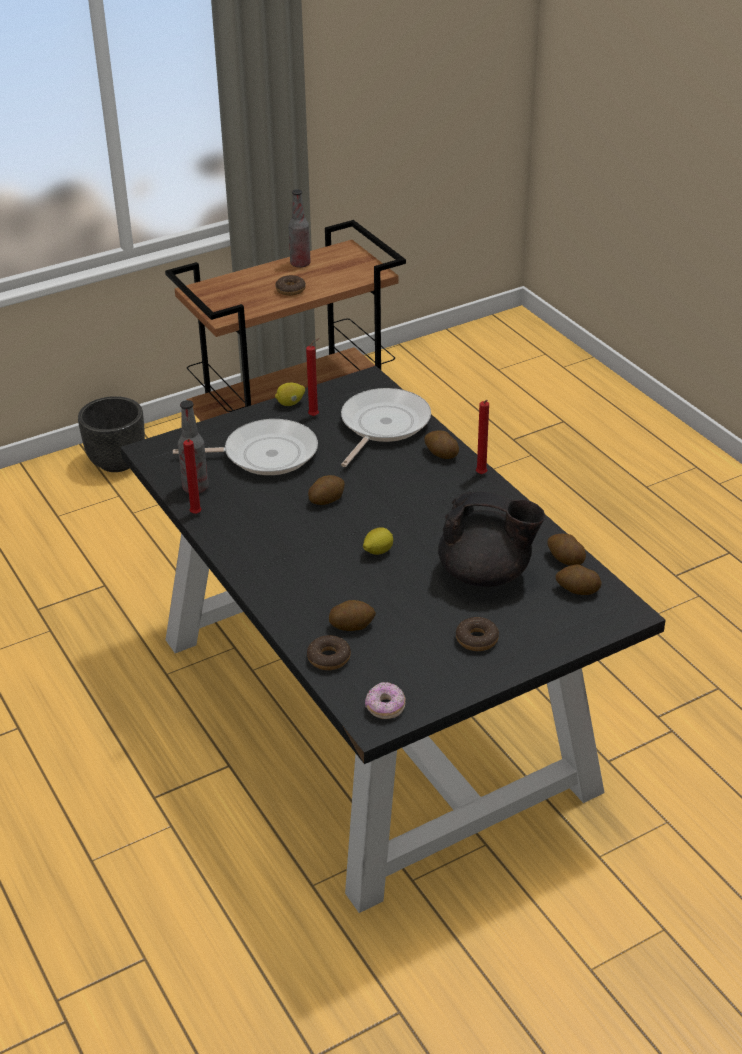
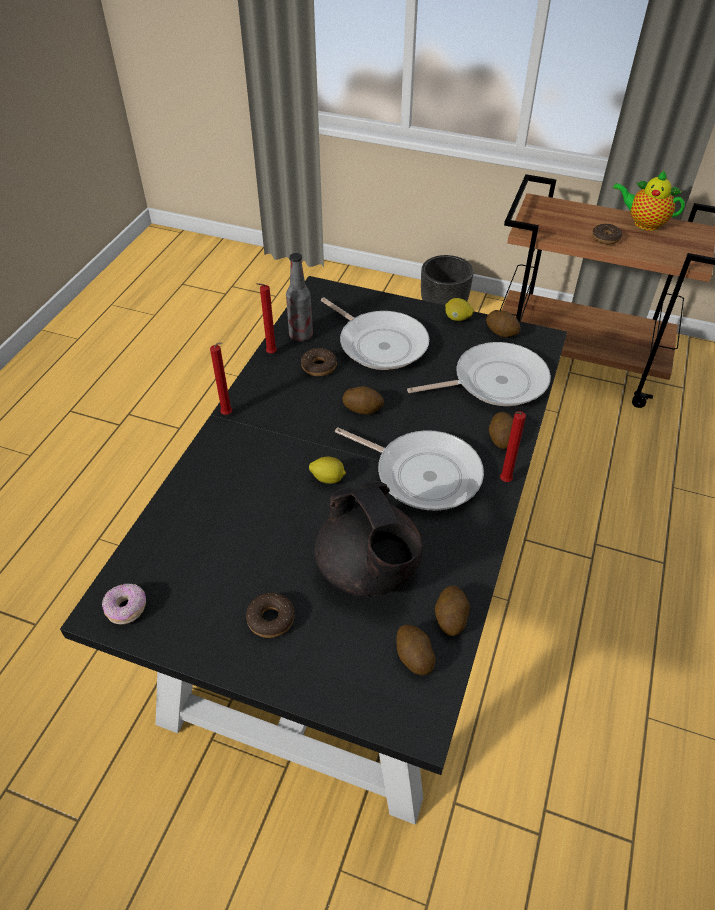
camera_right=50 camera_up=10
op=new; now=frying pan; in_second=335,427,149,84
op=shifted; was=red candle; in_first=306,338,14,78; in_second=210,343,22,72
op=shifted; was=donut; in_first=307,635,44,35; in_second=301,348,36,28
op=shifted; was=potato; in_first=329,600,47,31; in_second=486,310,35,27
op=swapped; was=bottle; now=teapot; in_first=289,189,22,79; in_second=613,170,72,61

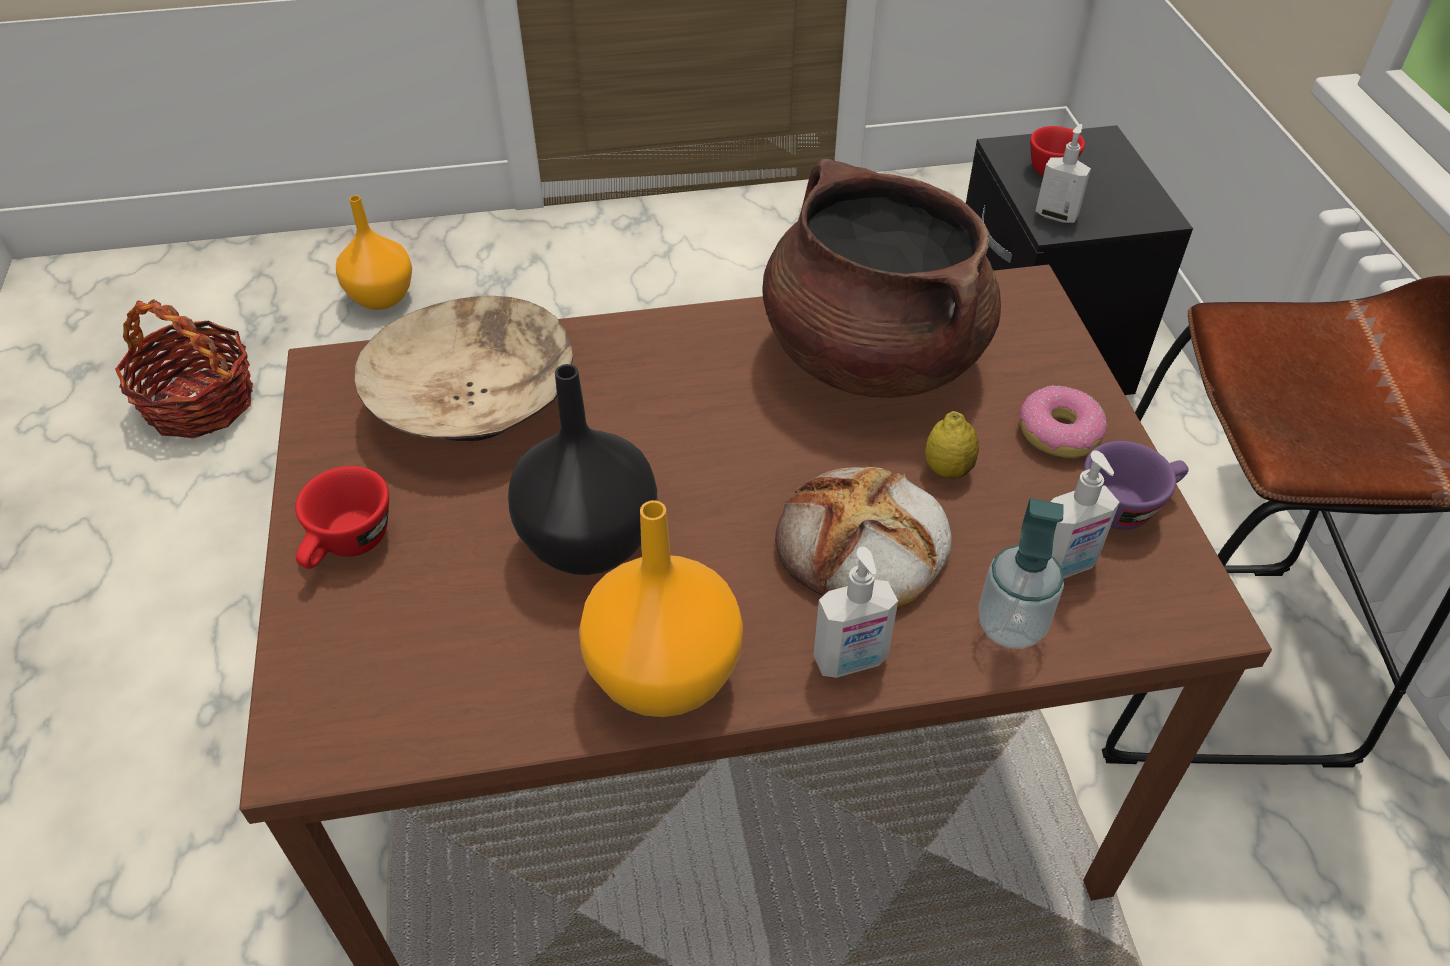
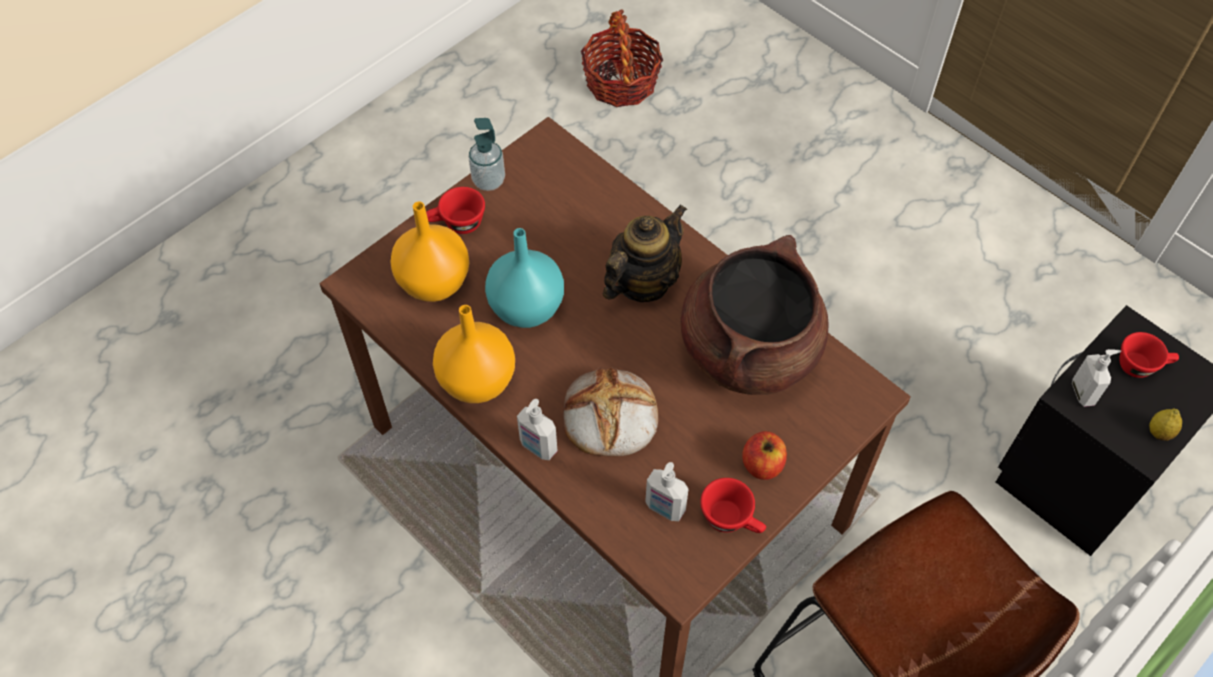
camera_right=55 camera_up=10
op=gone; was=beige bowl; in_first=355,296,218,146
op=new; now=teapot; in_second=603,205,84,97
op=shifted; was=orange vase; in_first=336,195,76,115; in_second=390,201,79,101
op=shifted; was=lemon; in_first=925,411,54,68; in_second=1149,409,33,32
op=shifted; was=soap dispenser; in_first=978,498,86,151; in_second=468,118,37,73
op=swapped; was=donut; now=apple; in_first=1019,386,89,72; in_second=742,431,45,49
op=repainted; was=black vase; now=turquoise vase; in_first=508,364,149,211; in_second=485,228,79,100
op=repainted; was=purple cup; now=red cup; in_first=1084,441,105,89; in_second=700,478,66,55

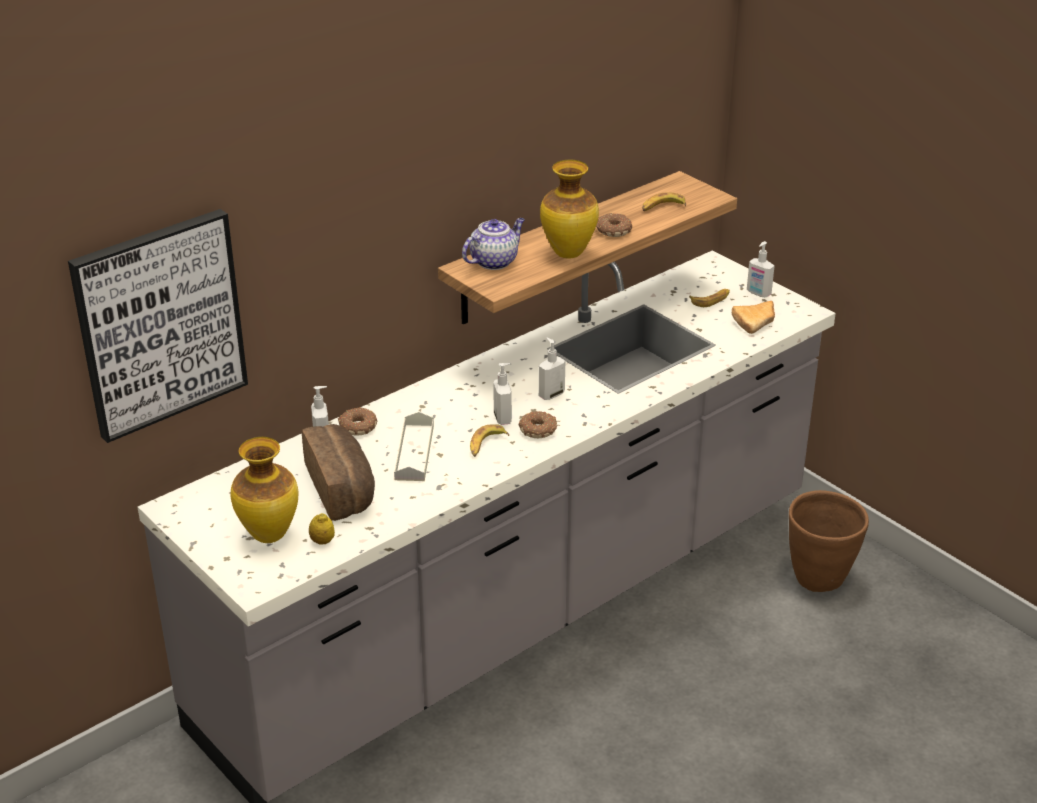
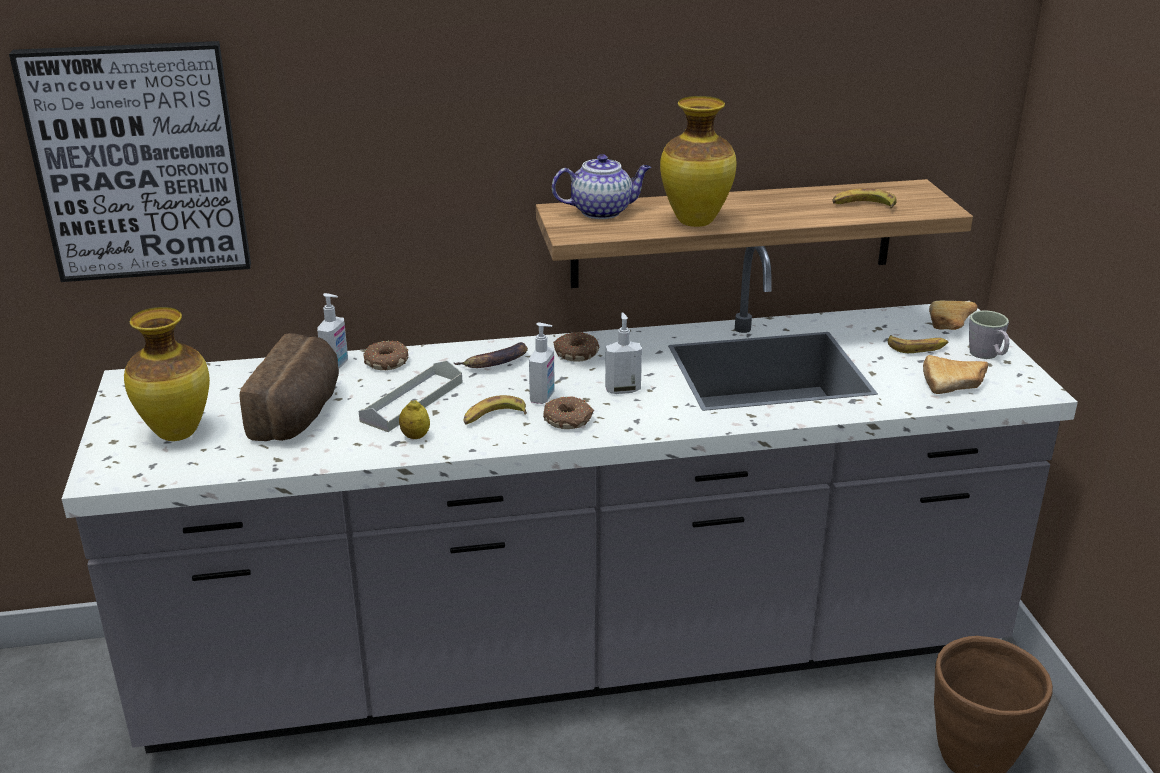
camera_right=30 camera_up=-5
op=new; now=banana; in_second=453,342,75,26
op=new; now=bread; in_second=929,301,49,29
op=shifted; was=lemon; in_first=309,513,26,32; in_second=399,400,31,39
op=shifted; was=donut; in_first=596,213,36,24; in_second=553,332,46,30
op=swapped; was=soap dispenser; now=grey mug; in_first=747,241,27,56; in_second=969,310,40,49

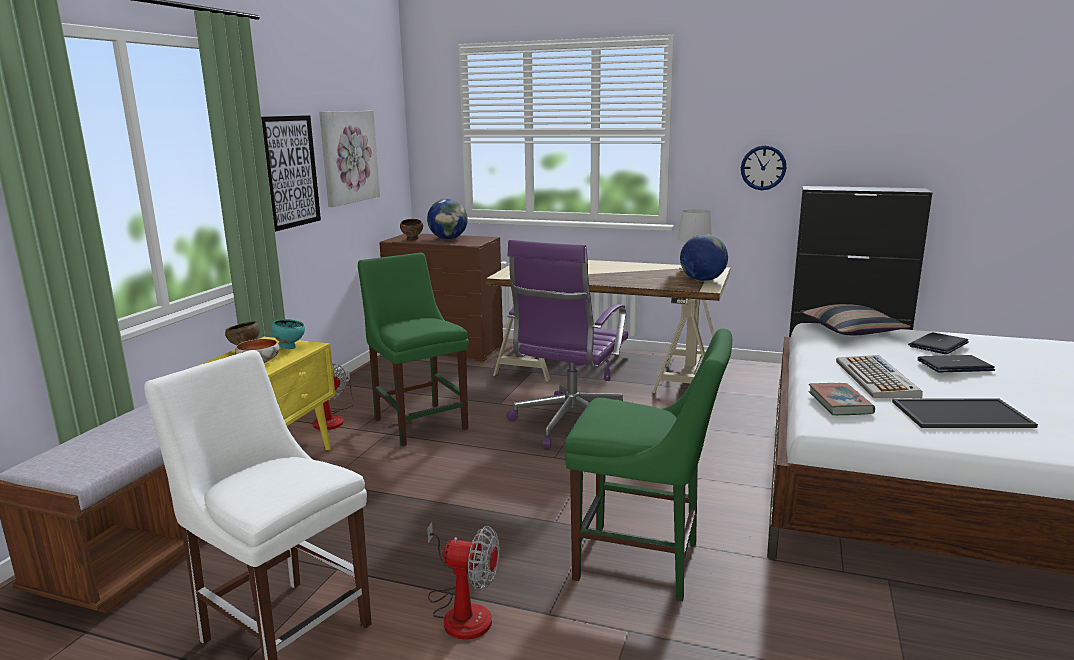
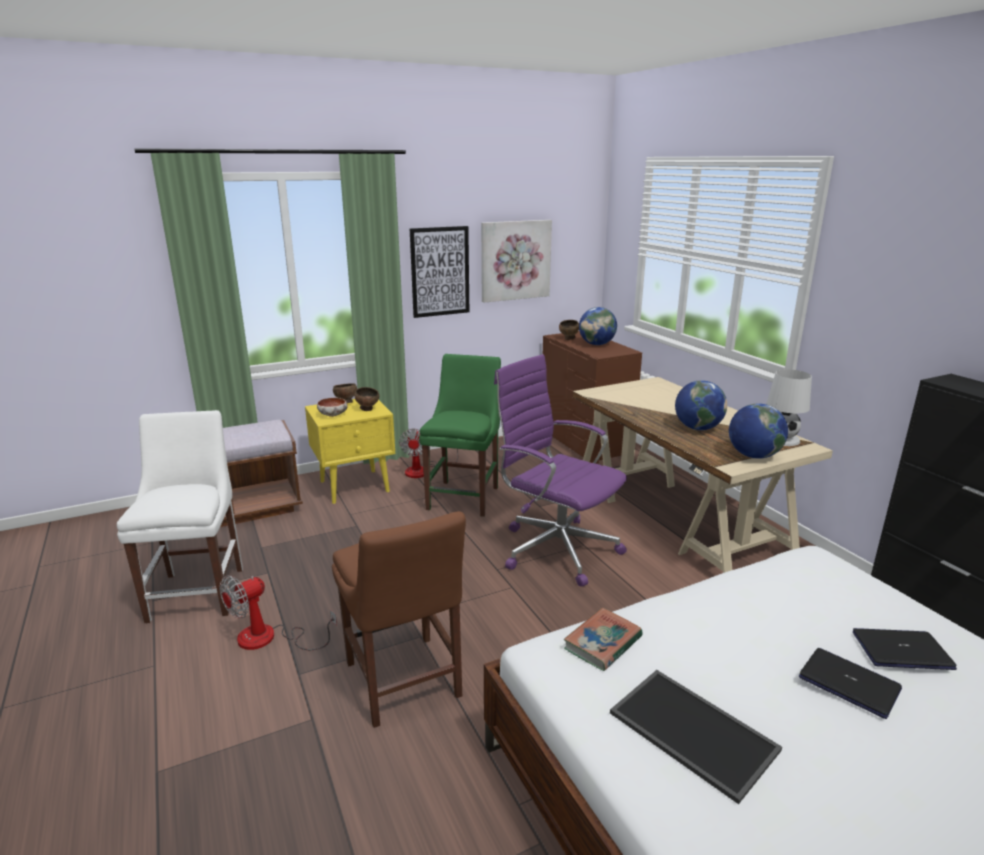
camera_right=45 camera_up=5
op=gone; was=wall clock; in_first=741,145,46,45
op=gone; was=pillow; in_first=800,304,111,32
op=gone; was=keyboard; in_first=836,355,87,43
op=new; now=globe; in_second=675,380,52,50
op=repainted; was=turquoise bowl; now=brown bowl; in_first=271,319,34,30; in_second=354,387,25,24
op=repainted; was=green chair; now=brown chair; in_first=565,329,167,272; in_second=332,511,134,217
op=rotated; was=fan; in_first=428,522,71,118; in_second=220,575,117,75; clockwise=75
op=rotated; was=purple office chair; in_first=507,240,121,208; in_second=494,354,133,232; clockwise=60

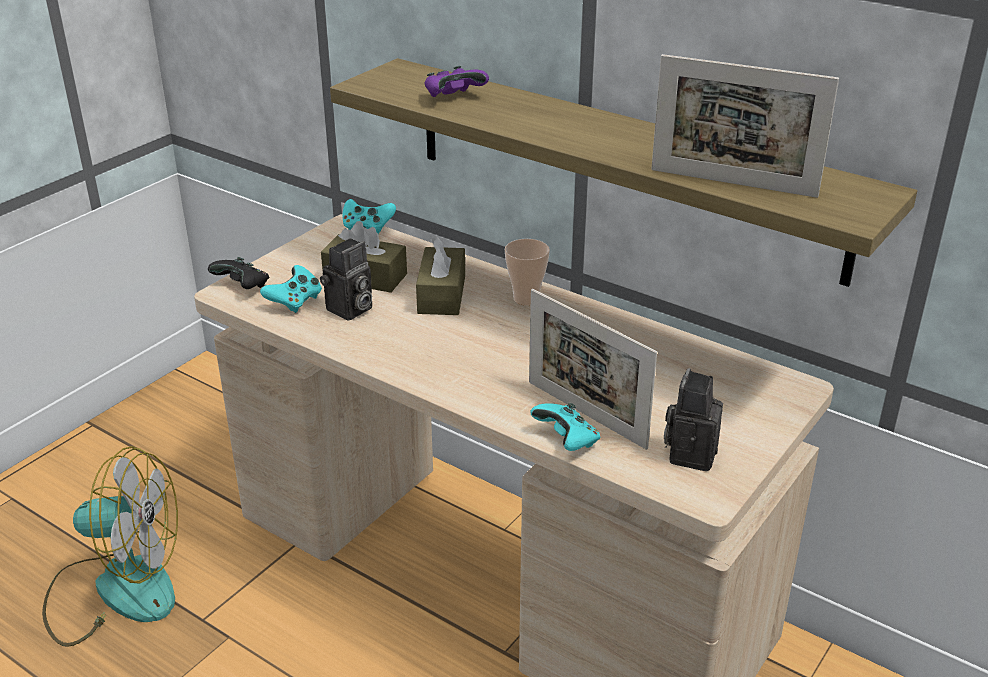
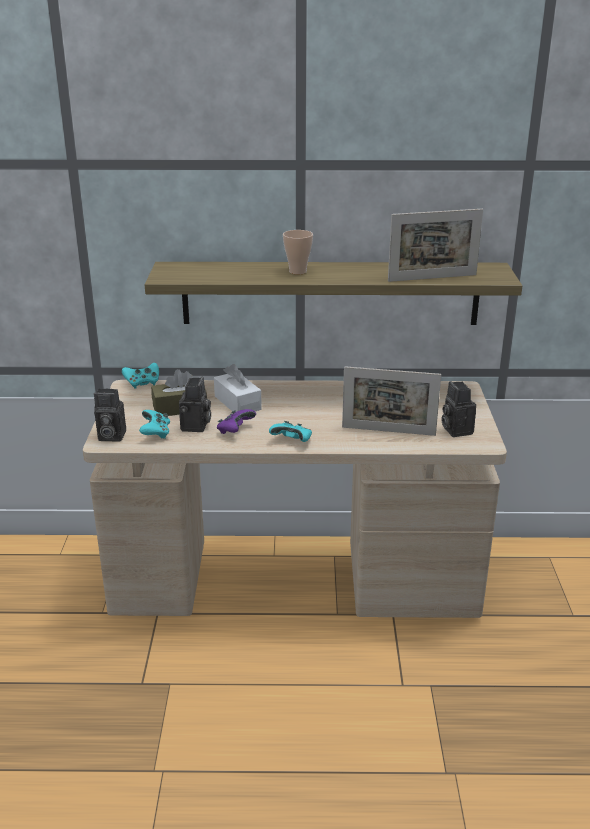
camera_right=-35 camera_up=-5
op=gone; was=fan; in_first=42,446,136,201
op=shifted; was=purple game controller; in_first=424,66,65,31; in_second=217,409,39,25
op=shifted; was=cup; in_first=505,239,45,66; in_second=283,230,30,45
op=shifted; was=turquoise game controller; in_first=530,403,71,48; in_second=269,421,43,21
op=swapped; was=black game controller; now=photo camera; in_first=208,257,61,32; in_second=94,389,32,53
op=repainted; was=brown tissue box; now=white tissue box; in_first=416,235,49,80; in_second=214,364,48,48

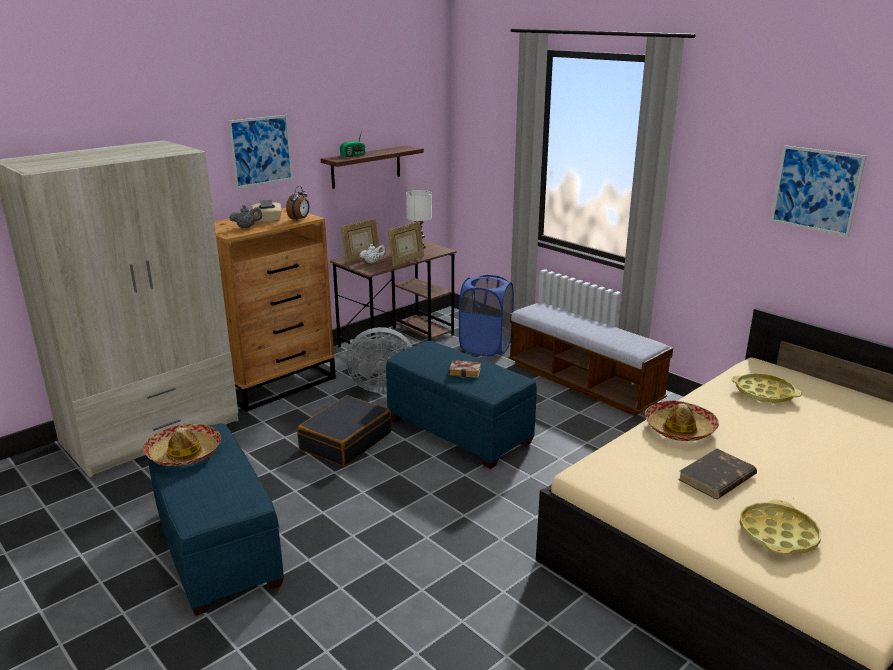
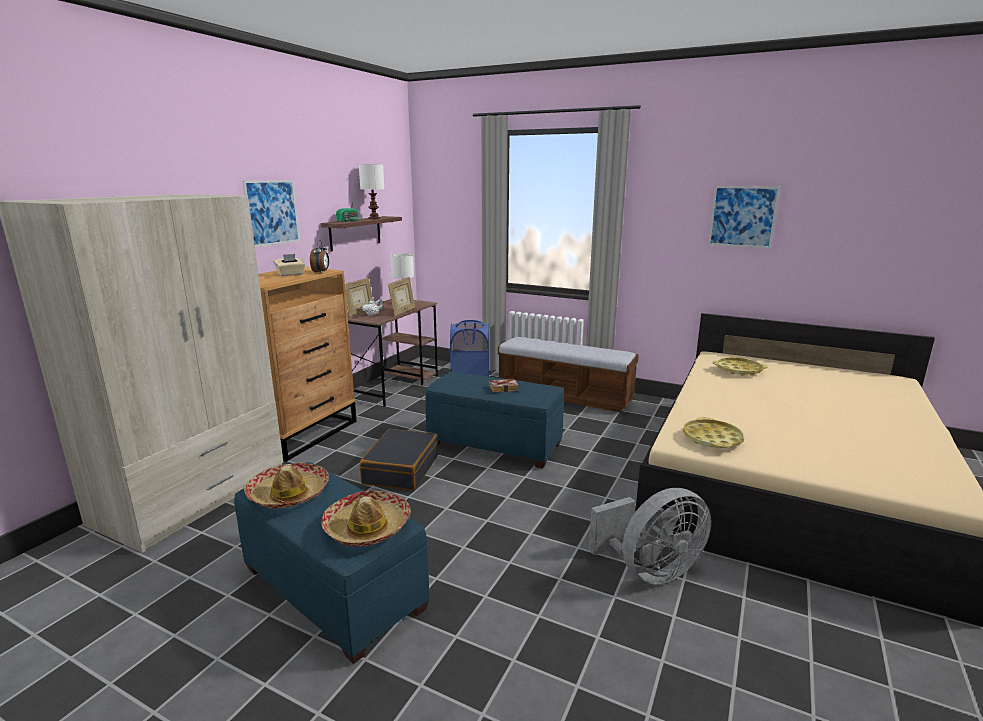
camera_right=-20 camera_up=-5
op=gone; was=grey teapot; in_first=229,205,33,23
op=gone; was=brown book; in_first=678,449,79,50
op=new; now=white table lamp; in_second=359,164,25,55
op=shifted; was=grey fan; in_first=346,327,66,66; in_second=589,488,123,96
op=shifted; was=hat; in_first=645,400,74,41; in_second=321,490,90,57
op=shifted; was=yellow tray; in_first=739,500,82,55; in_second=683,417,61,31

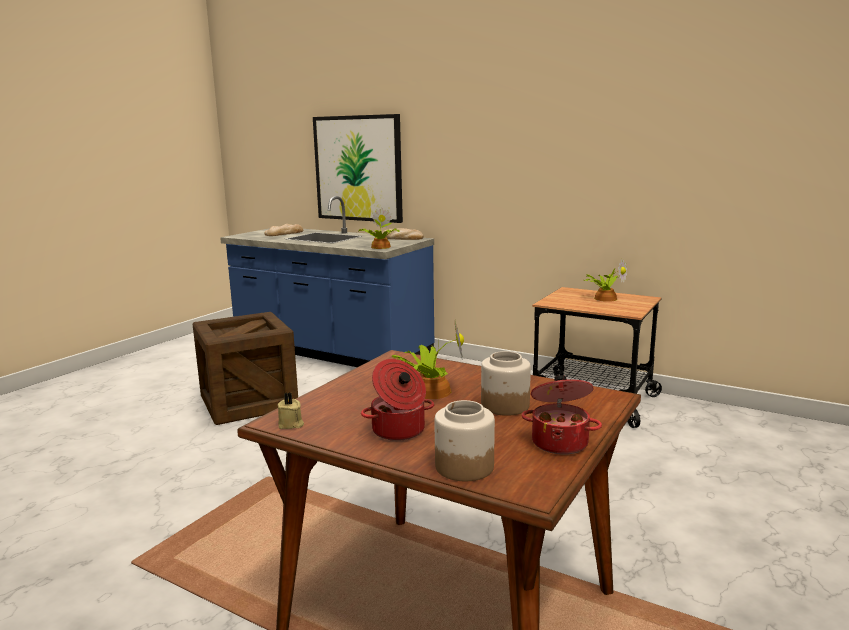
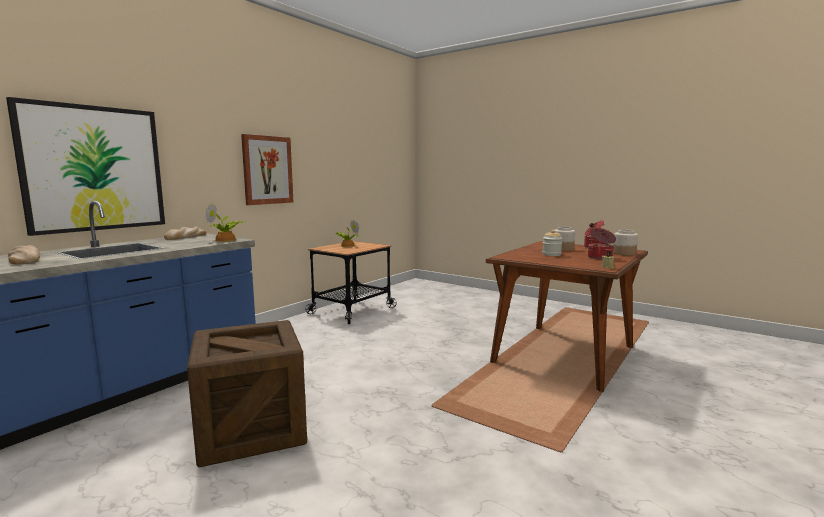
camera_right=-85 camera_up=-5
op=new; now=picture; in_second=241,134,52,71
op=swapped; was=potted plant; now=jar; in_first=391,320,73,79; in_second=542,230,20,26

